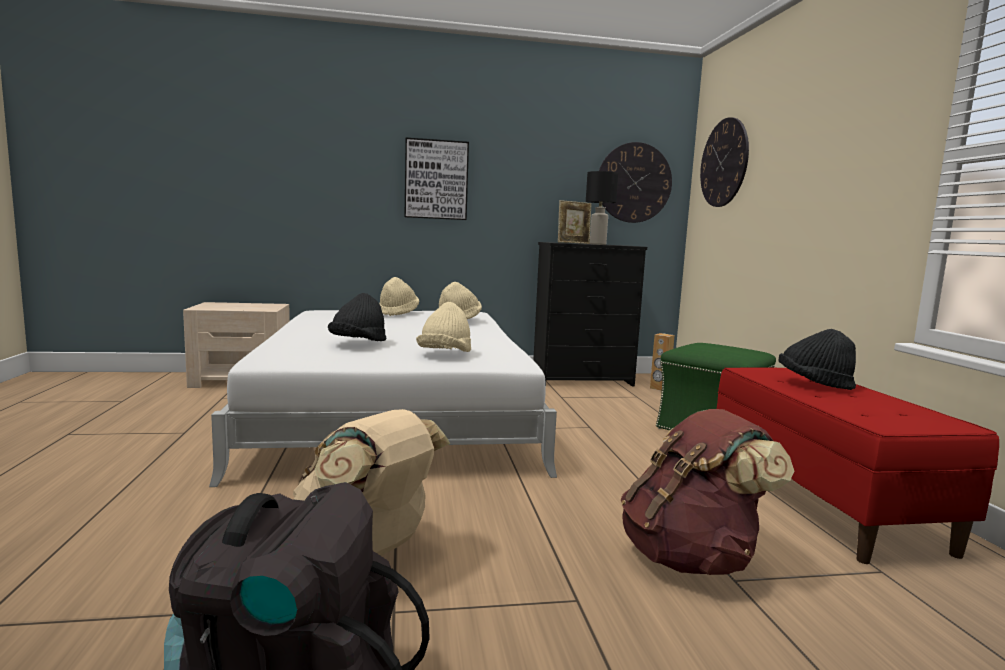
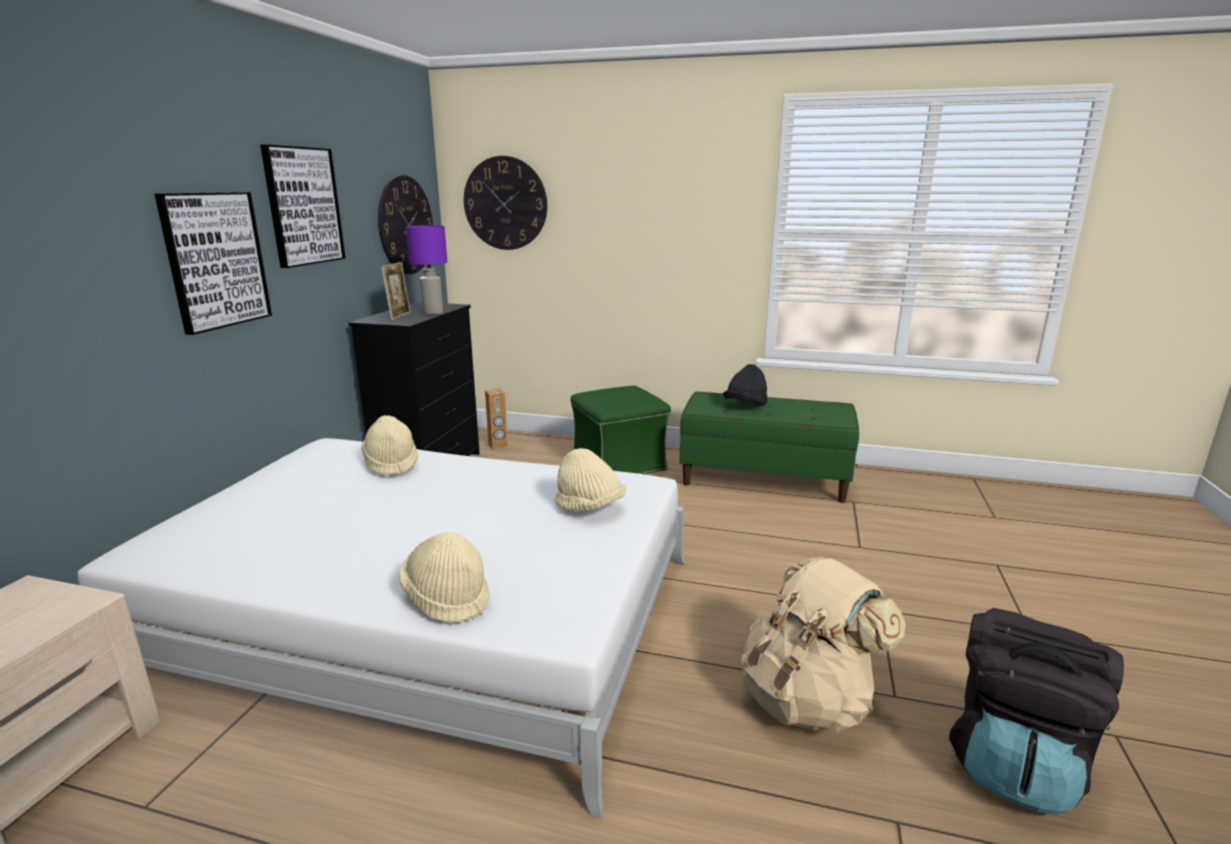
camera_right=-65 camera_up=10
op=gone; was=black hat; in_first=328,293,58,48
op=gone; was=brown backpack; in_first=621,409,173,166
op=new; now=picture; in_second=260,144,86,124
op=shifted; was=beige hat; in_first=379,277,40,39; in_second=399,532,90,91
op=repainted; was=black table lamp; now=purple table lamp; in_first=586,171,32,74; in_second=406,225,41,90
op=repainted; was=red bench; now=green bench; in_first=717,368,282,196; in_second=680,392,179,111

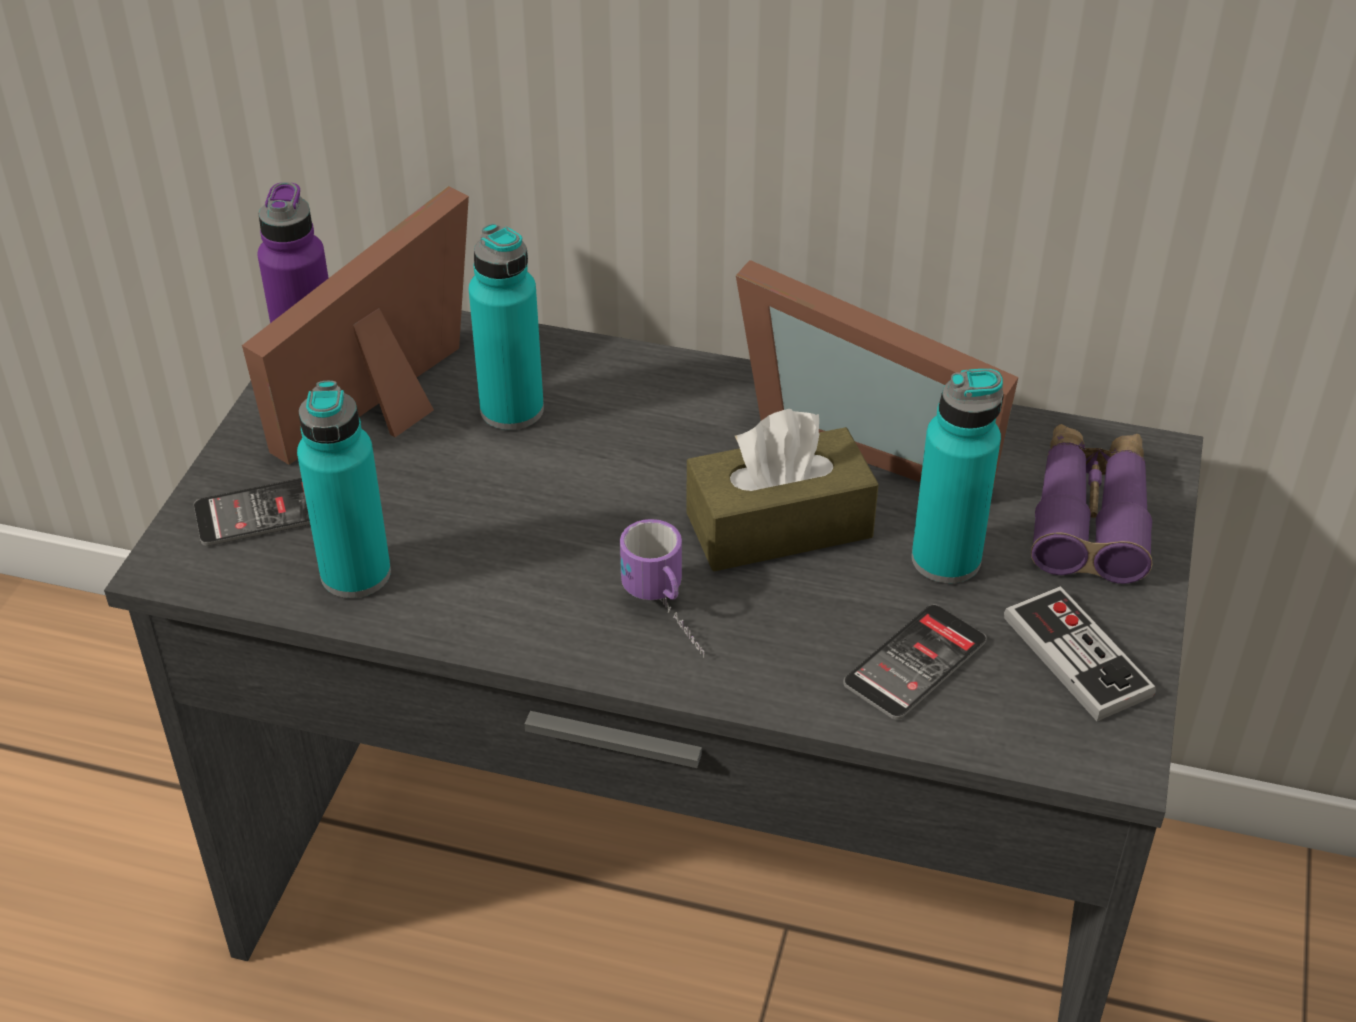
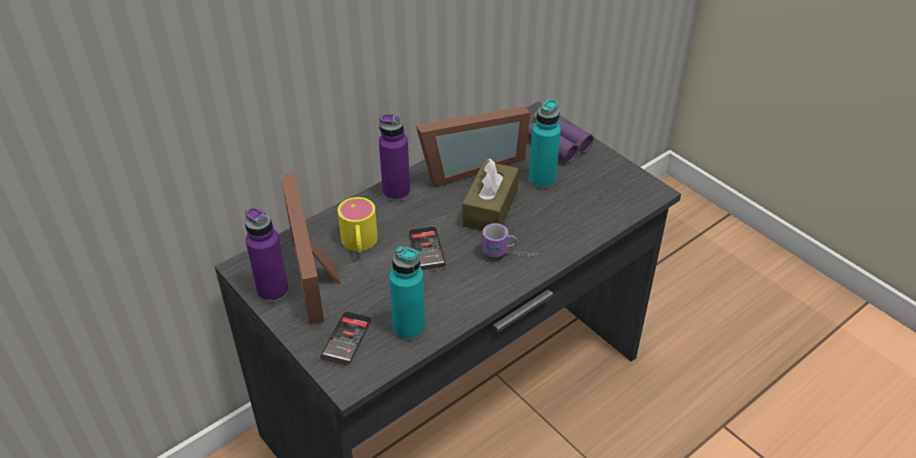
camera_right=-55 camera_up=0
op=gone; was=game controller; in_first=1004,586,152,135
op=new; now=purple bottle; in_second=379,114,31,87
op=shifted; was=phone; in_first=843,604,144,116; in_second=408,227,39,45
op=swapped; was=turquoise bottle; now=yellow mug; in_first=469,223,75,207; in_second=338,197,40,56

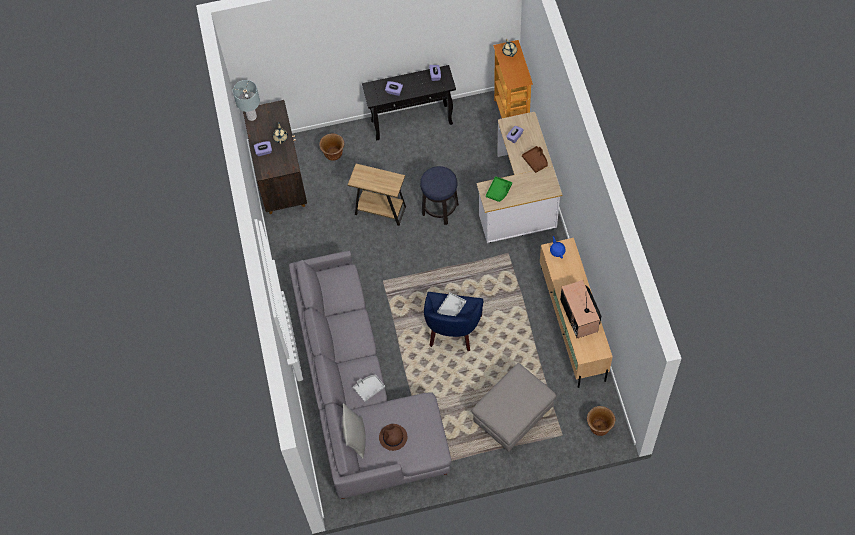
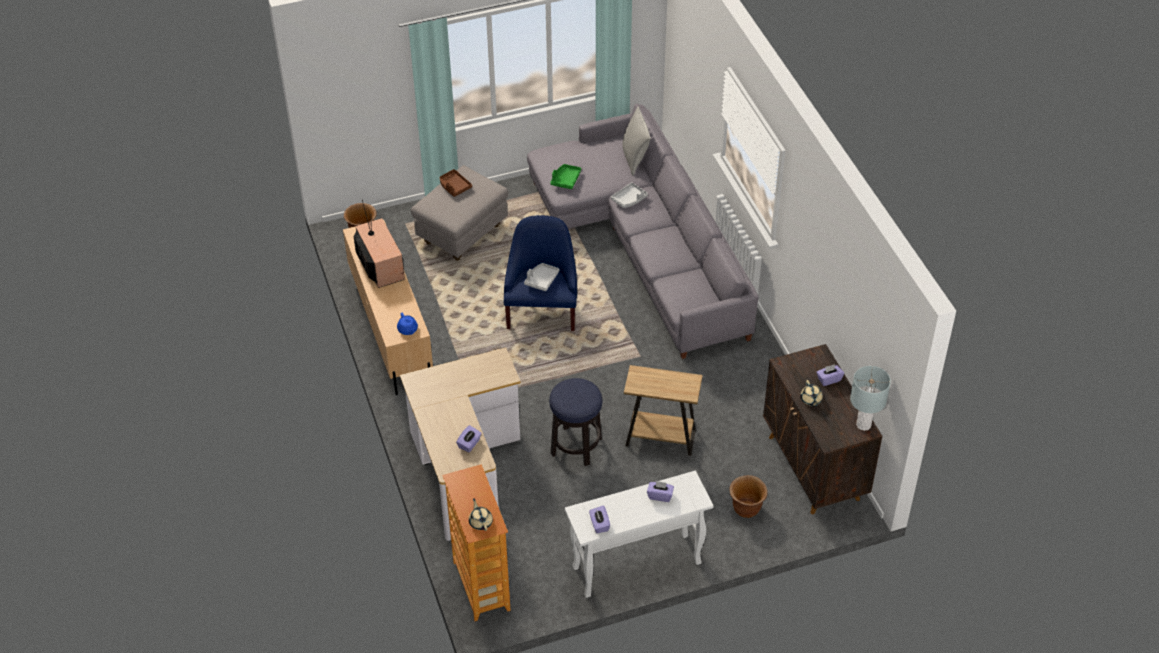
camera_right=170 camera_up=-15
op=gone; was=brown hat; in_first=379,424,28,27
op=shifted; was=green tray; in_first=486,176,26,26; in_second=550,164,31,25
op=shifted; was=brown tray; in_first=522,146,26,27; in_second=440,169,32,28
op=repainted; was=black console table; now=white console table; in_first=362,65,94,75; in_second=565,470,148,128

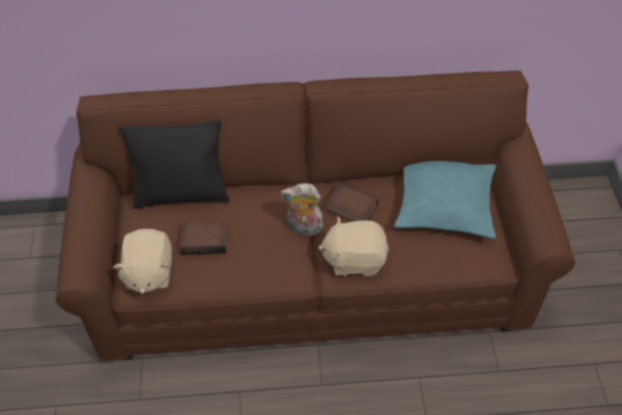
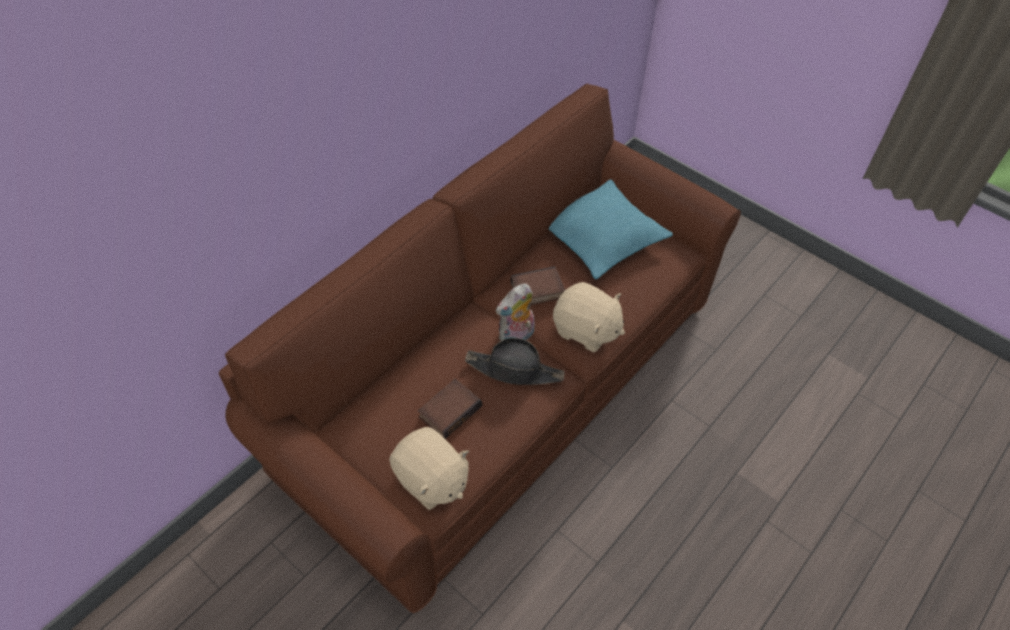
camera_right=-45 camera_up=0
op=gone; was=black pillow; in_first=119,119,111,90
op=new; now=black hat; in_second=465,338,100,47
op=rotated; was=beige plush toy; in_first=318,216,71,60; in_second=553,282,72,70; clockwise=-105

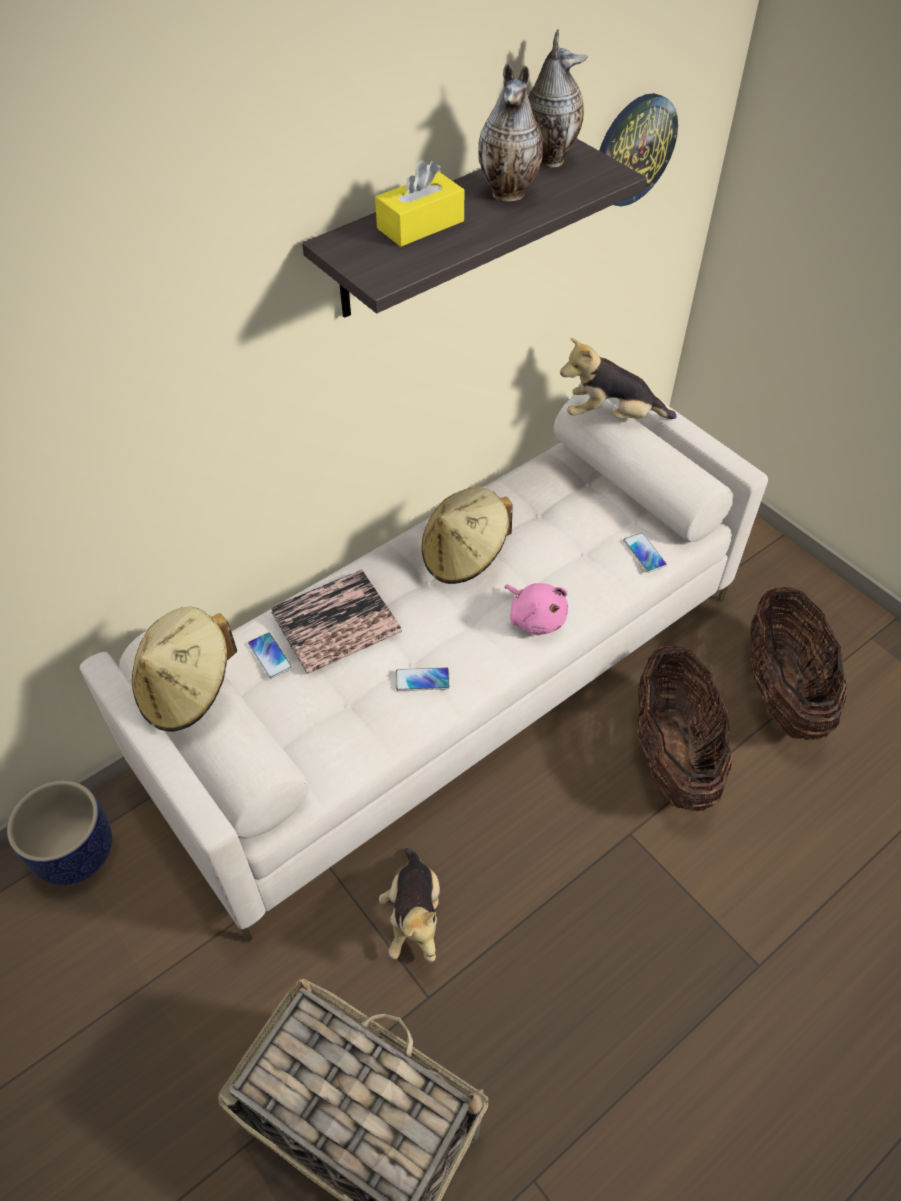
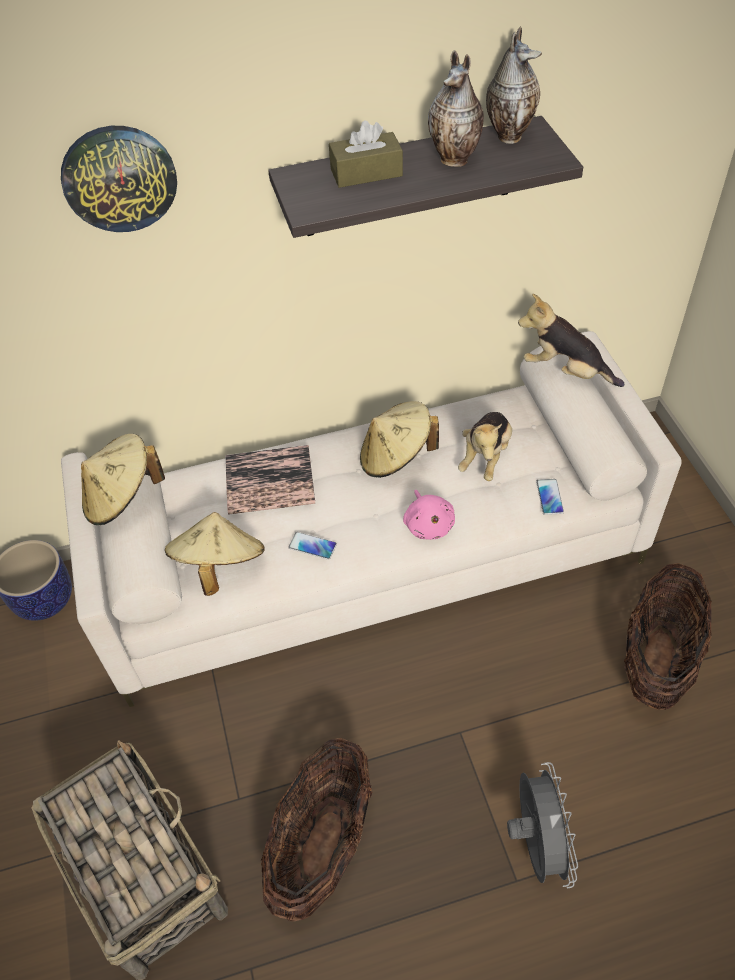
camera_right=25 camera_up=0
op=gone; was=phone; in_first=248,632,44,47
op=new; now=beige hat; in_second=165,512,100,84
op=new; now=grey fan; in_second=507,762,71,126
op=shifted; was=plush toy; in_first=379,848,61,115; in_second=458,412,54,69
op=shifted; was=wall clock; in_first=599,93,79,113; in_second=61,126,116,106
op=shifted; was=basket; in_first=638,646,94,165; in_second=261,738,111,184
op=repainted; was=yellow tissue box; now=brown tissue box; in_first=375,161,89,86; in_second=329,120,74,68

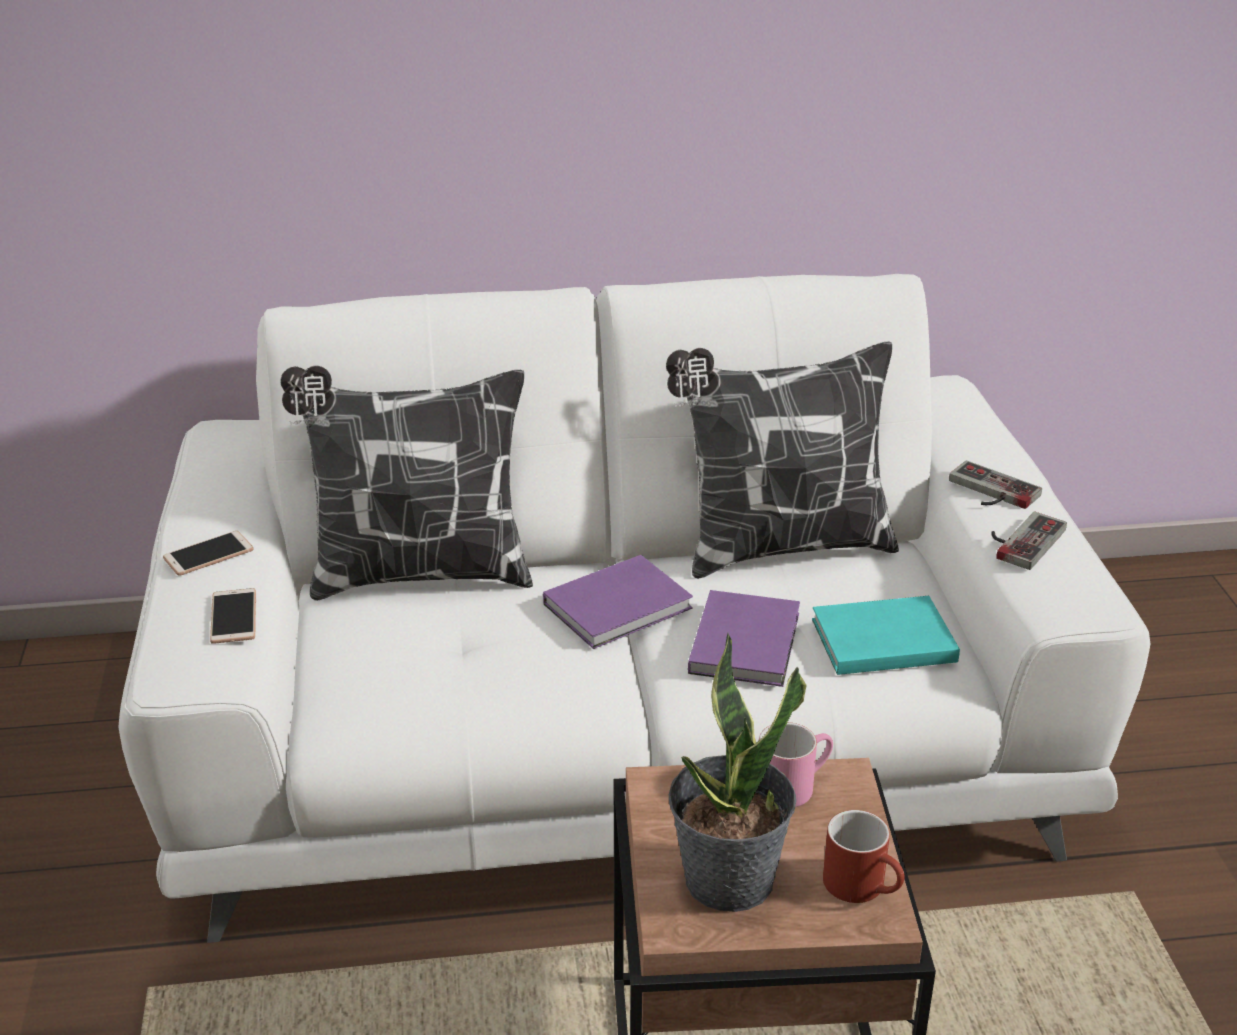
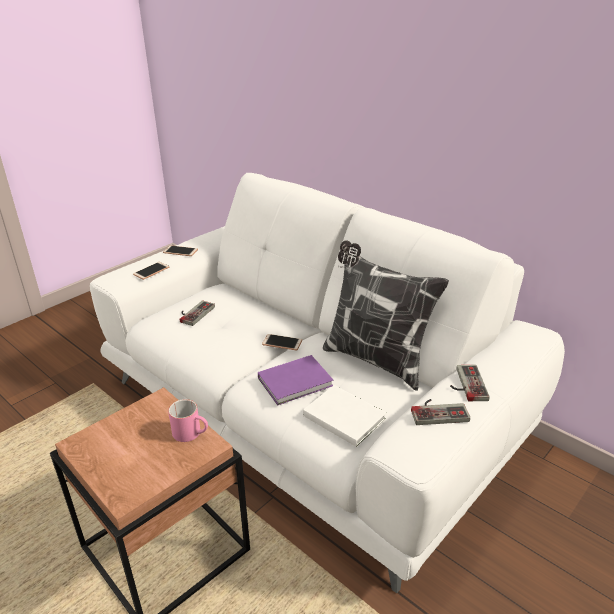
camera_right=50 camera_up=0
op=gone; was=pillow; in_first=280,365,253,236
op=gone; was=potted plant; in_first=669,633,138,279
op=gone; was=red mug; in_first=823,810,82,93
op=new; now=game controller; in_second=180,300,35,26
op=swapped; was=purple book; now=phone; in_first=543,555,150,94; in_second=262,334,40,16
op=repainted; was=turquoise book; now=white book; in_first=812,596,148,79; in_second=303,385,84,62

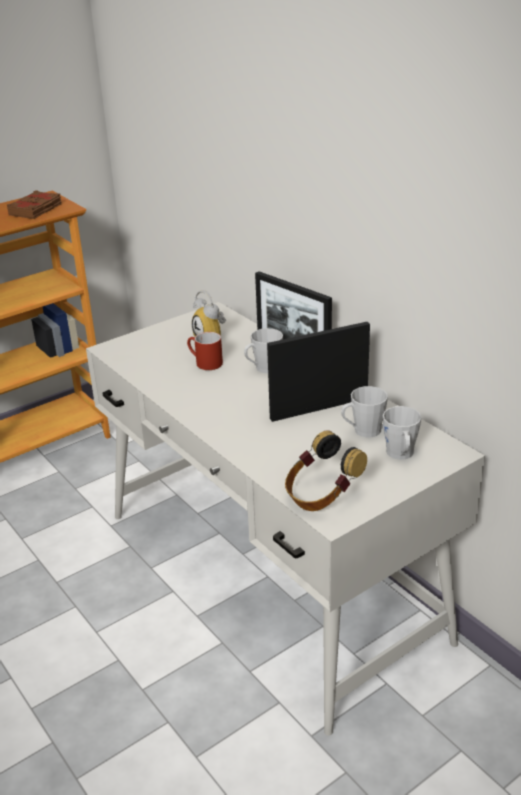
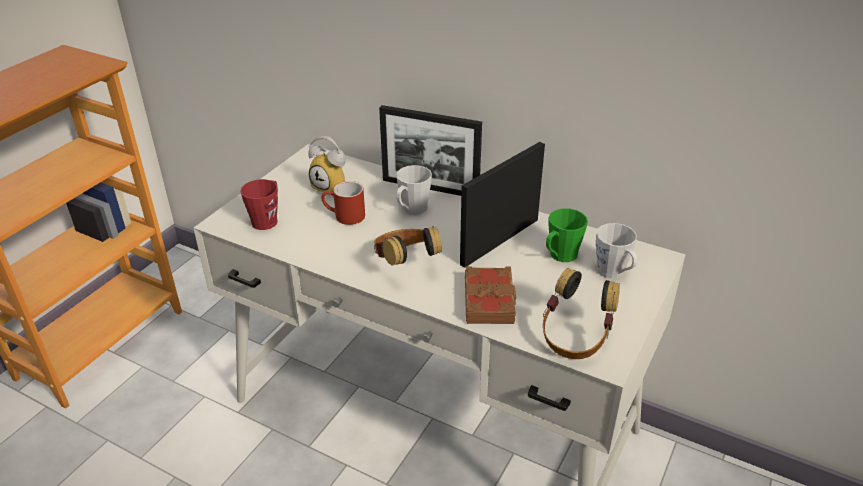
camera_right=-25 camera_up=5
op=new; now=red mug; in_second=240,179,38,51
op=new; now=headphones; in_second=374,226,68,40
op=shifted; was=brown book; in_first=7,190,55,29; in_second=465,266,51,58
op=repainted; was=grey mug; now=green mug; in_first=341,386,47,51; in_second=546,209,42,53

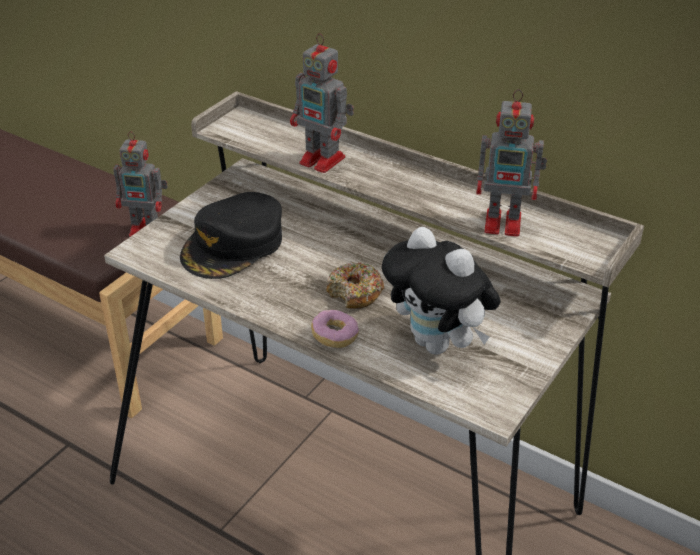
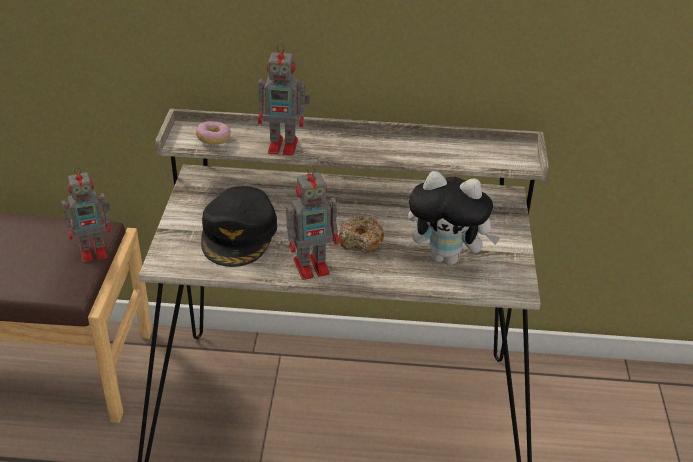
camera_right=-30 camera_up=0
op=shifted; was=donut; in_first=311,310,48,38; in_second=196,121,35,23
op=shifted; was=toy robot; in_first=476,89,71,148; in_second=286,165,53,115

